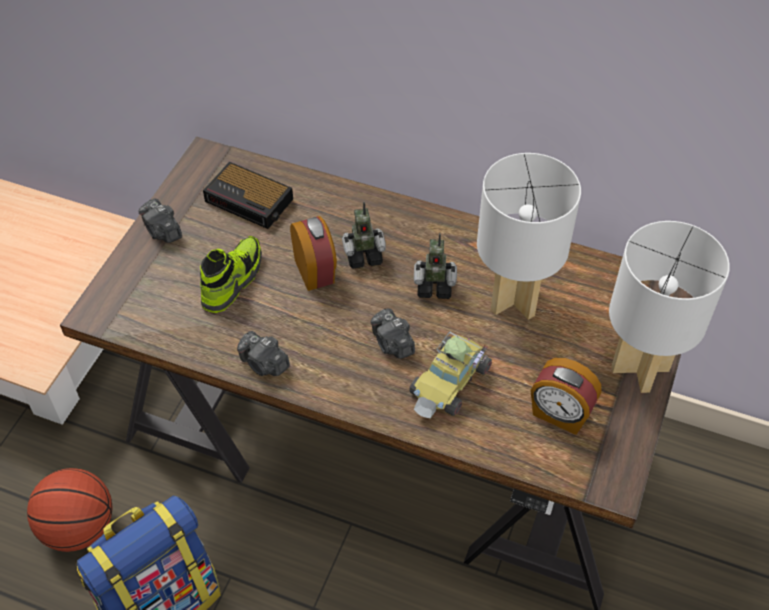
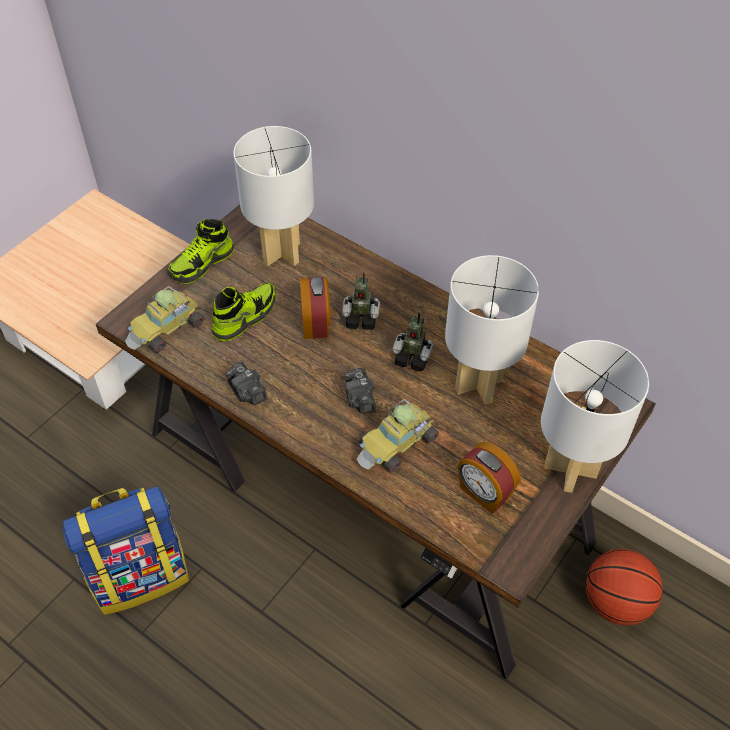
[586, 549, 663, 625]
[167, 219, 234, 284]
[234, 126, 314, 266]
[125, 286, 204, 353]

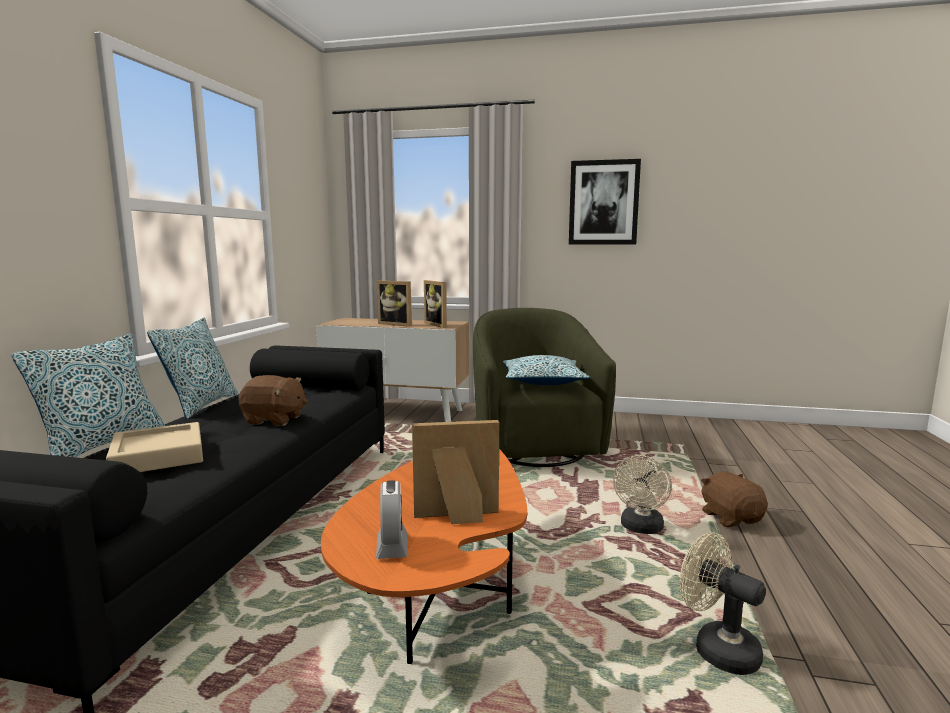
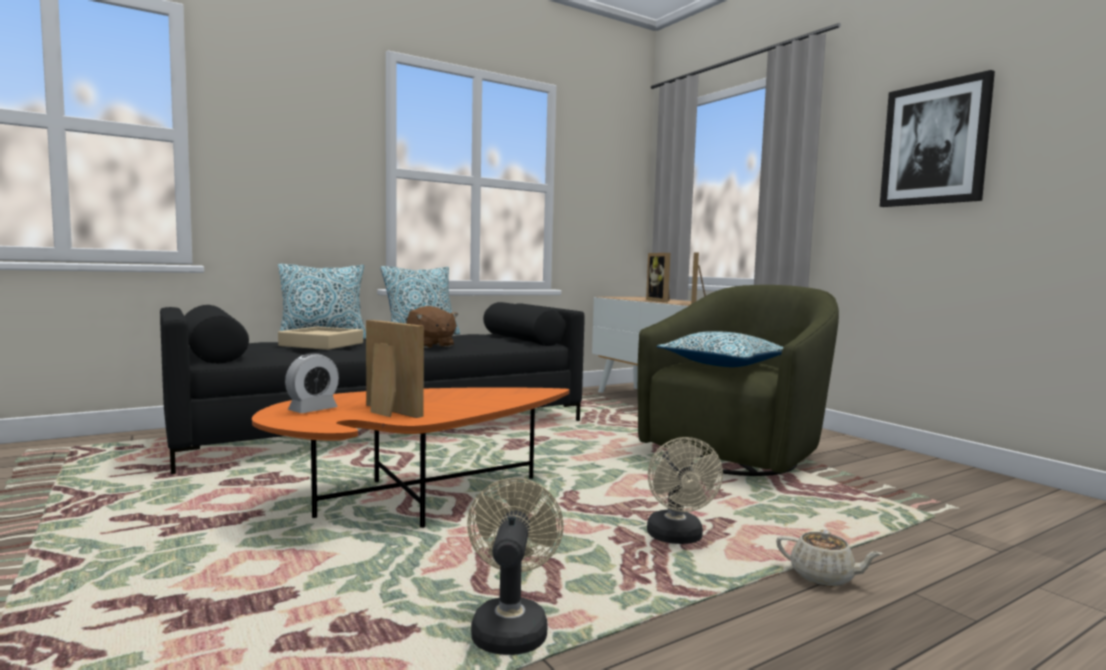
[647, 437, 723, 544]
[776, 530, 883, 587]

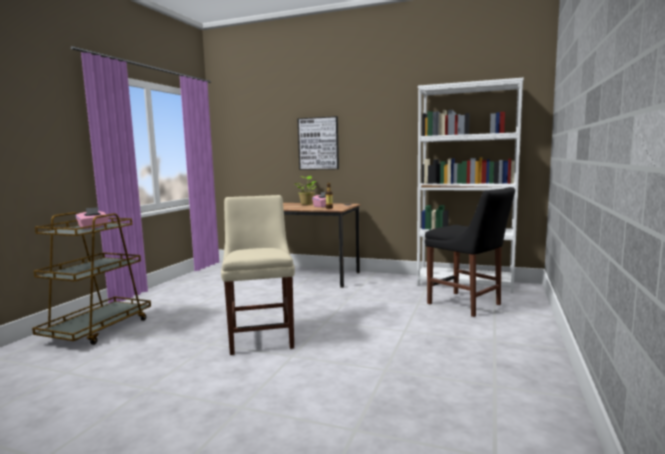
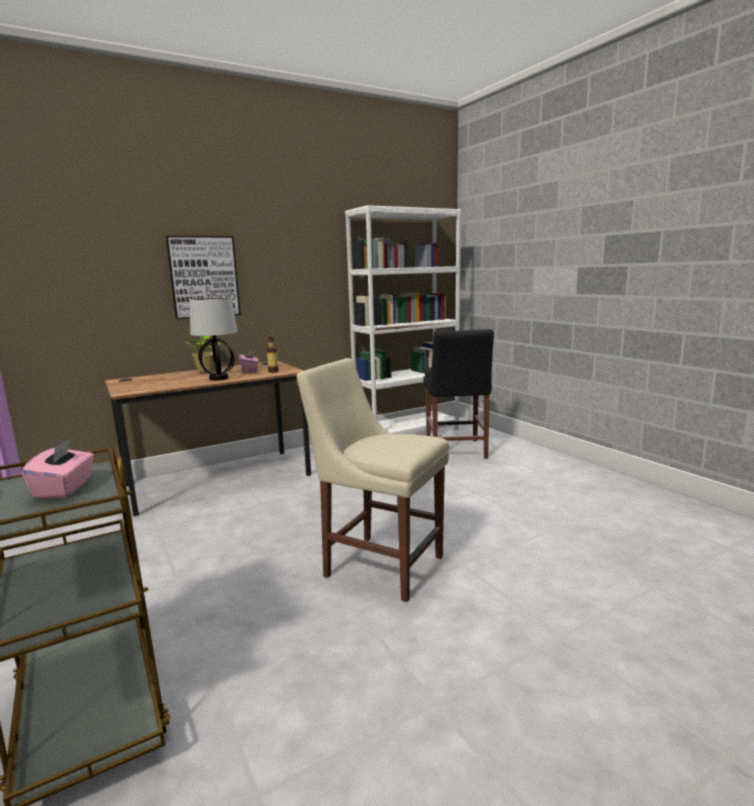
[423, 329, 494, 459]
[189, 297, 237, 380]

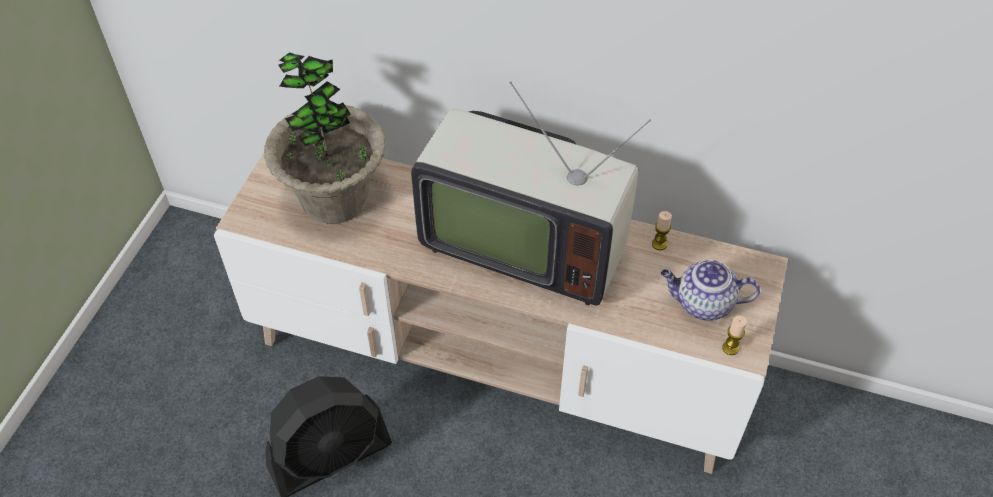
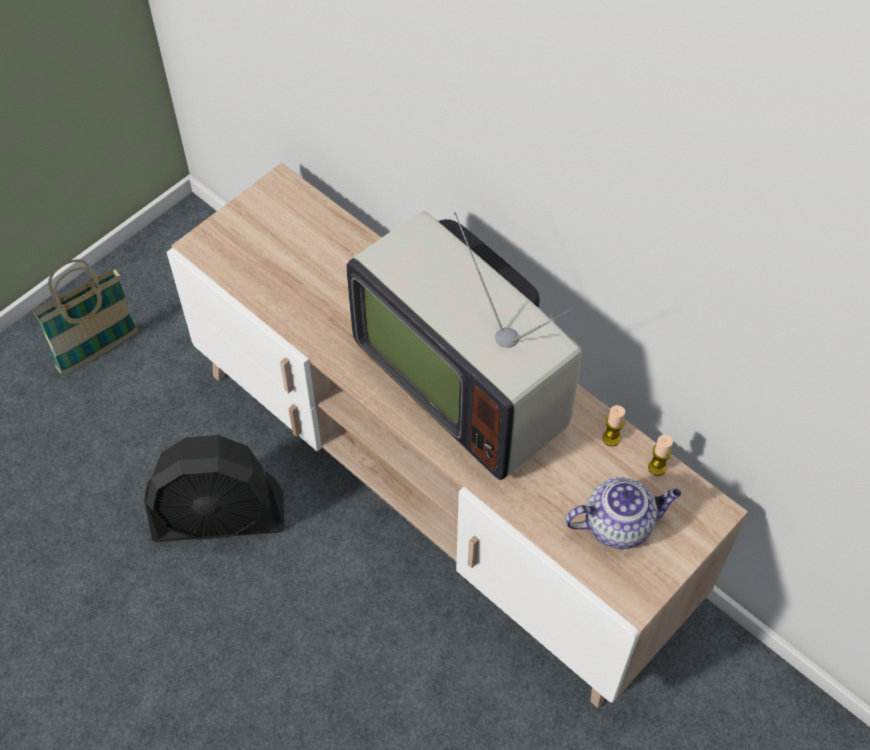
[264, 52, 386, 224] (first image)
[565, 477, 681, 549]
[648, 435, 673, 476]
[33, 259, 138, 375]

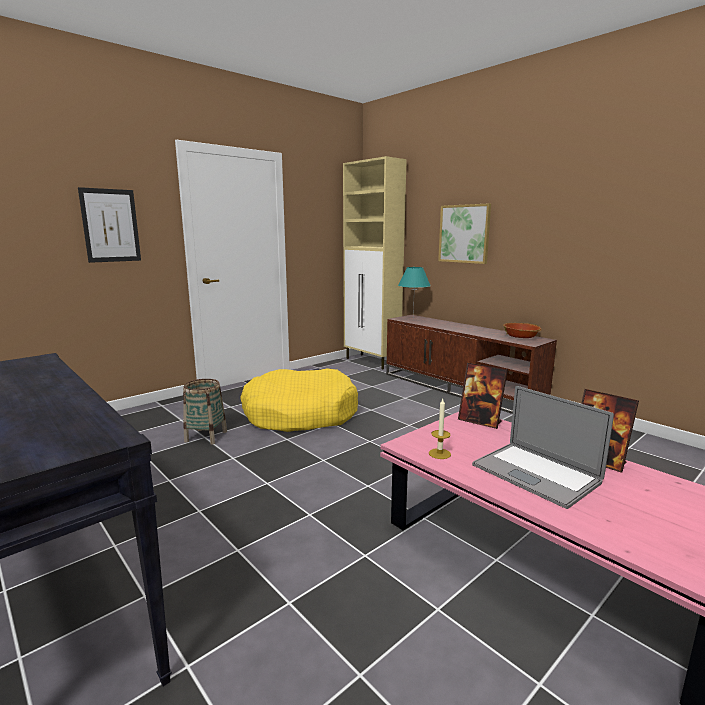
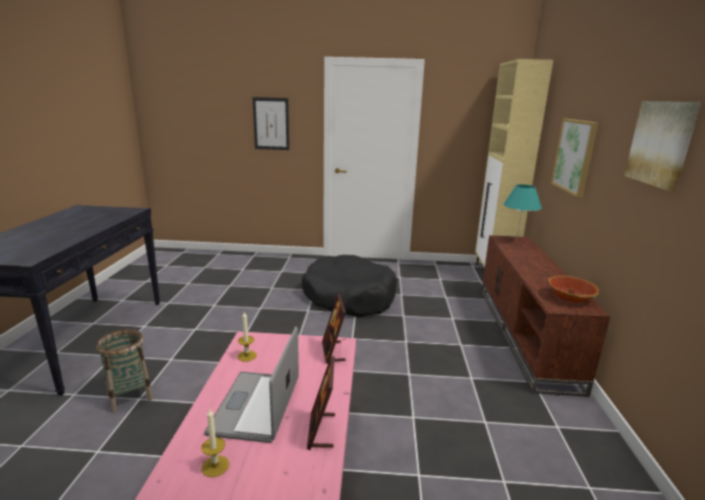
[97, 329, 153, 413]
[302, 255, 397, 317]
[201, 408, 229, 477]
[624, 101, 701, 191]

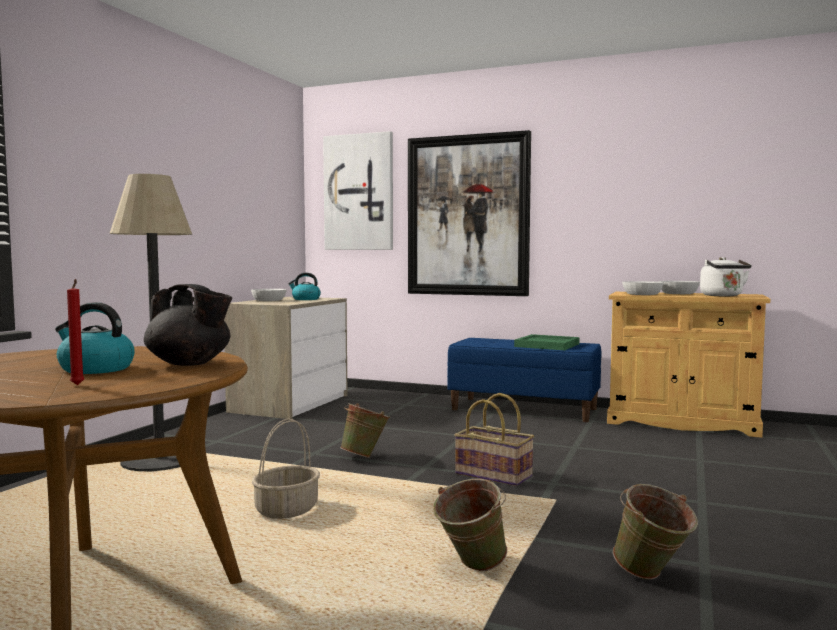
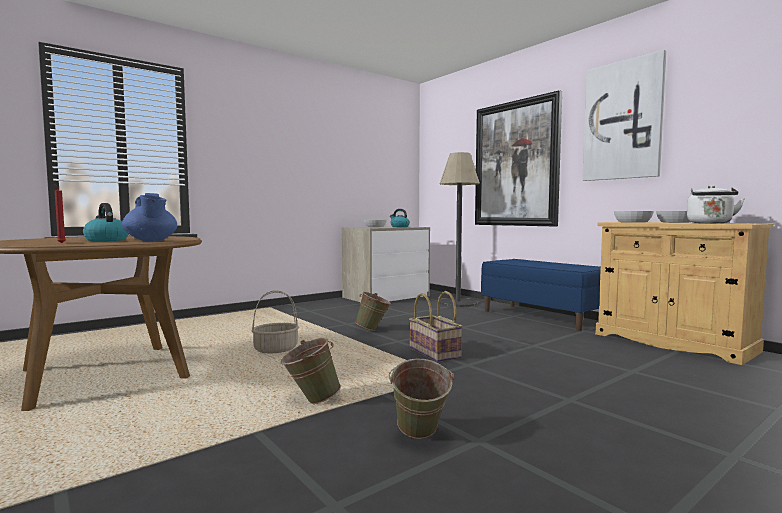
[440, 152, 480, 307]
[122, 193, 177, 241]
[582, 50, 666, 181]
[514, 334, 580, 350] (first image)

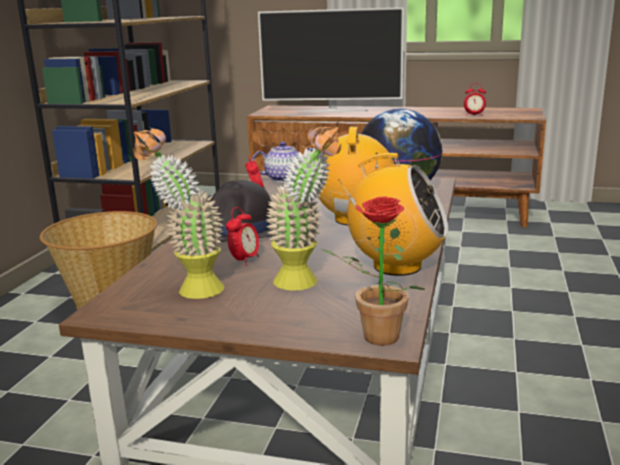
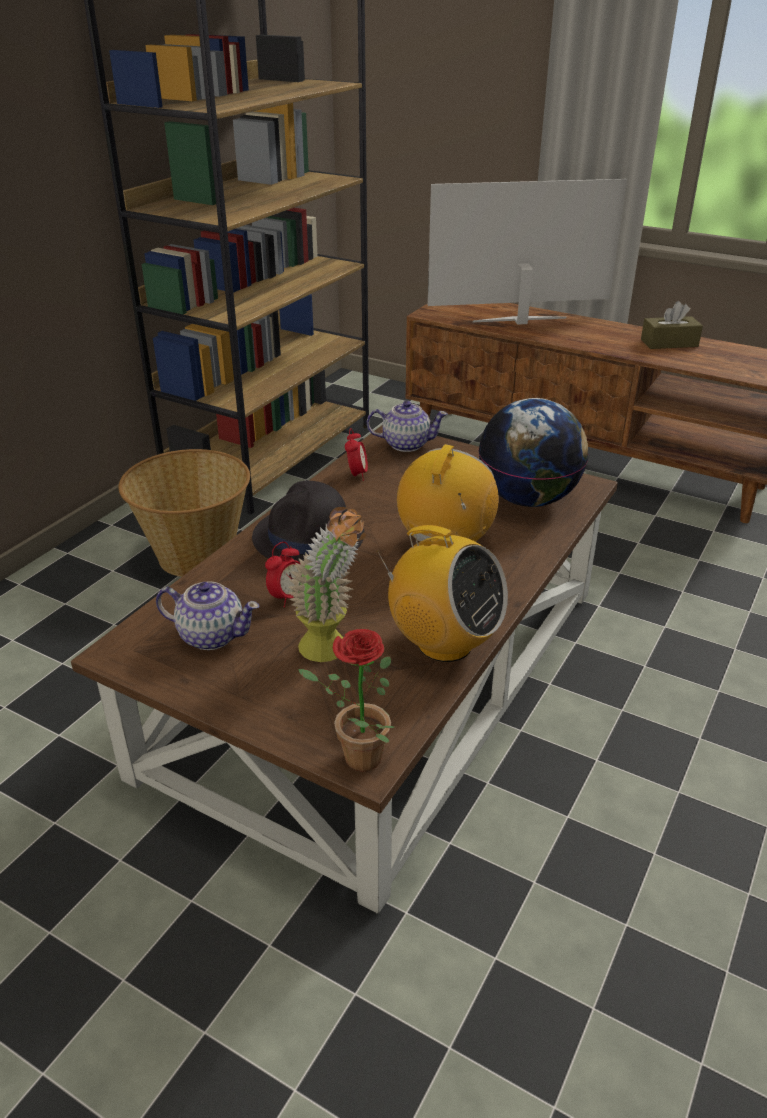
[156, 581, 260, 650]
[428, 179, 627, 325]
[464, 83, 486, 116] (first image)
[641, 301, 703, 349]

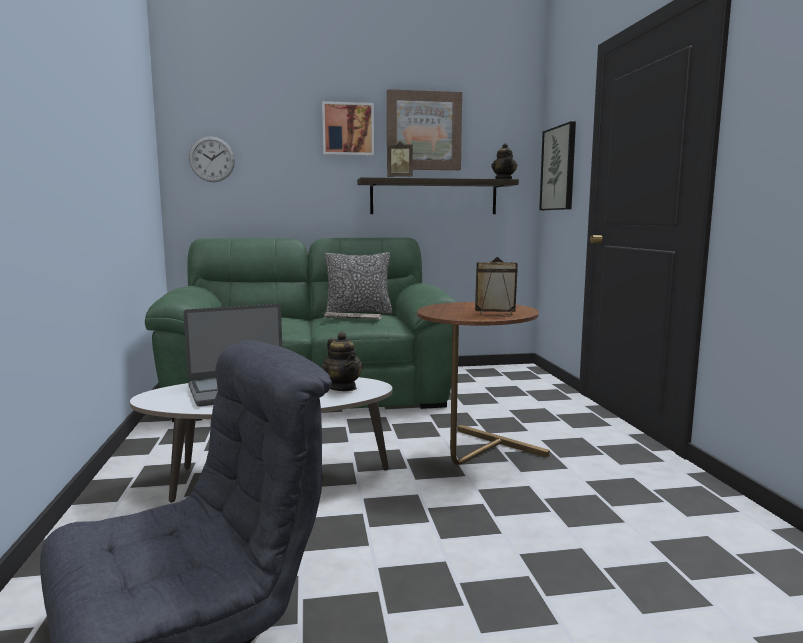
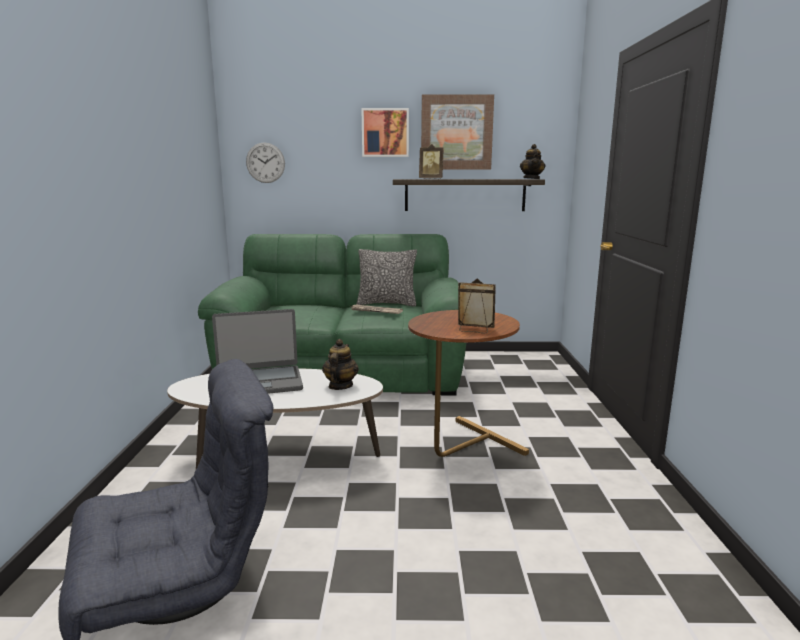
[322, 339, 359, 390]
[539, 121, 576, 210] (first image)

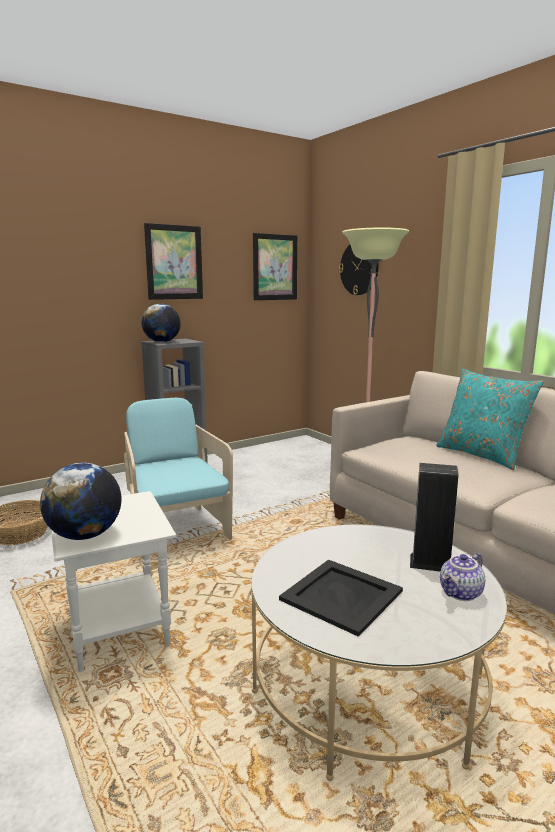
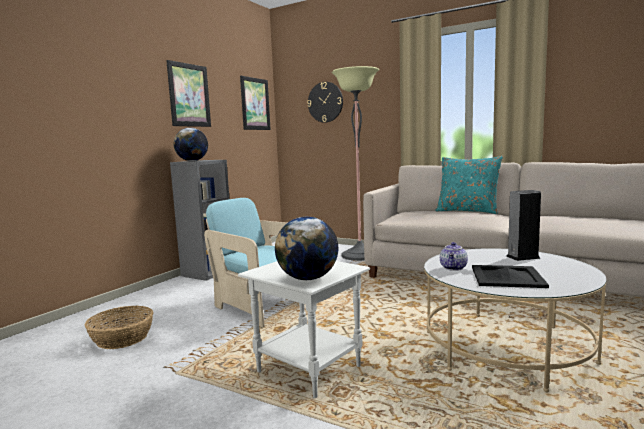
[440, 242, 468, 271]

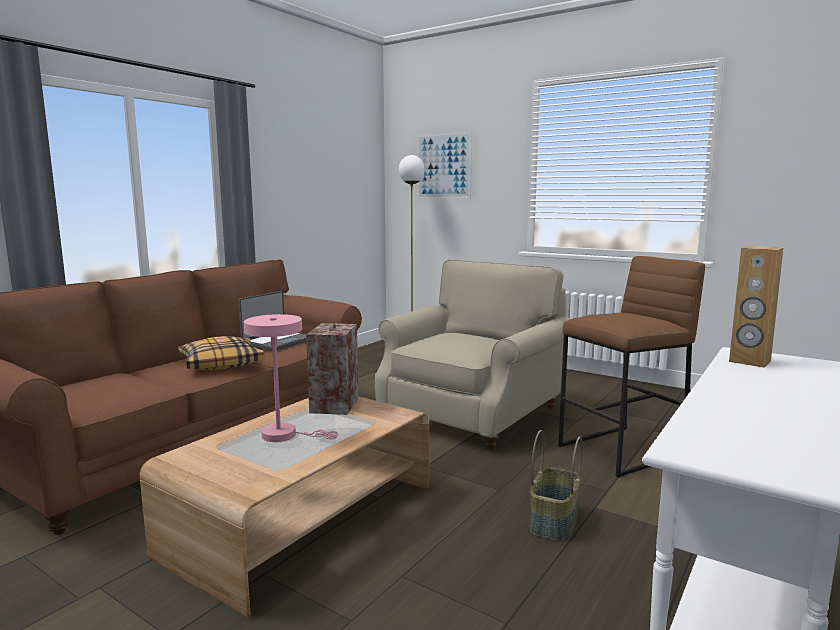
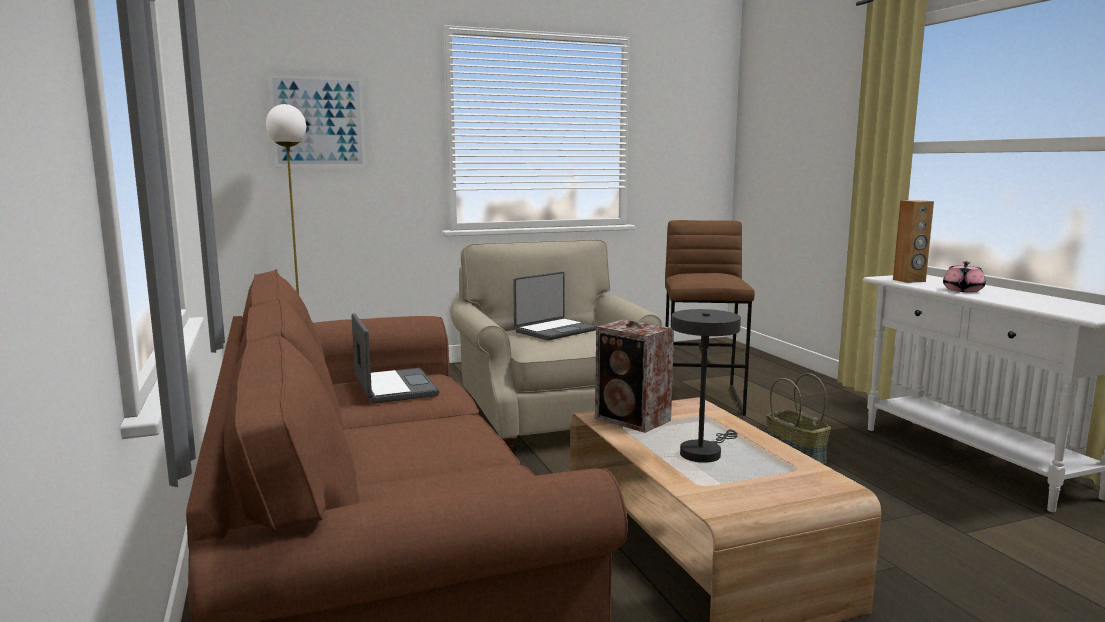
[178, 336, 265, 370] (first image)
[671, 309, 741, 463]
[513, 272, 597, 340]
[943, 261, 986, 292]

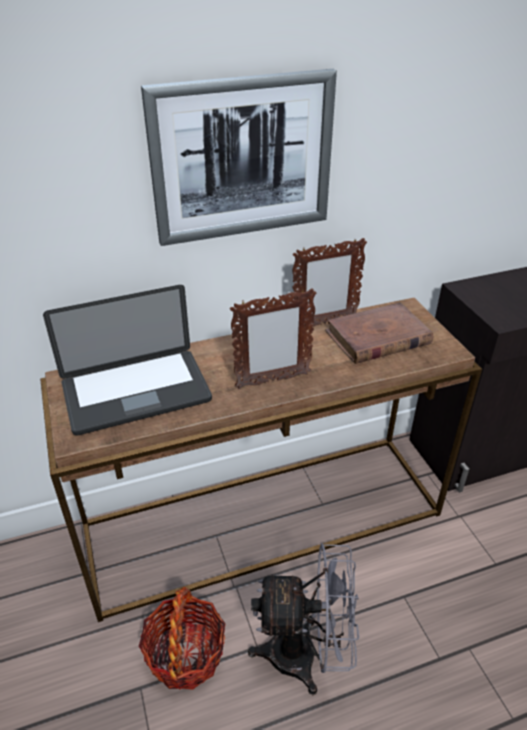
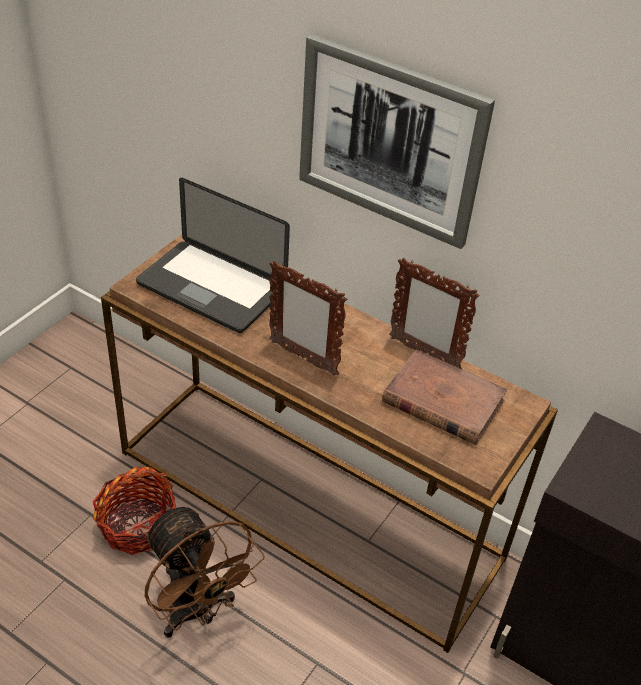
[145, 506, 265, 638]

